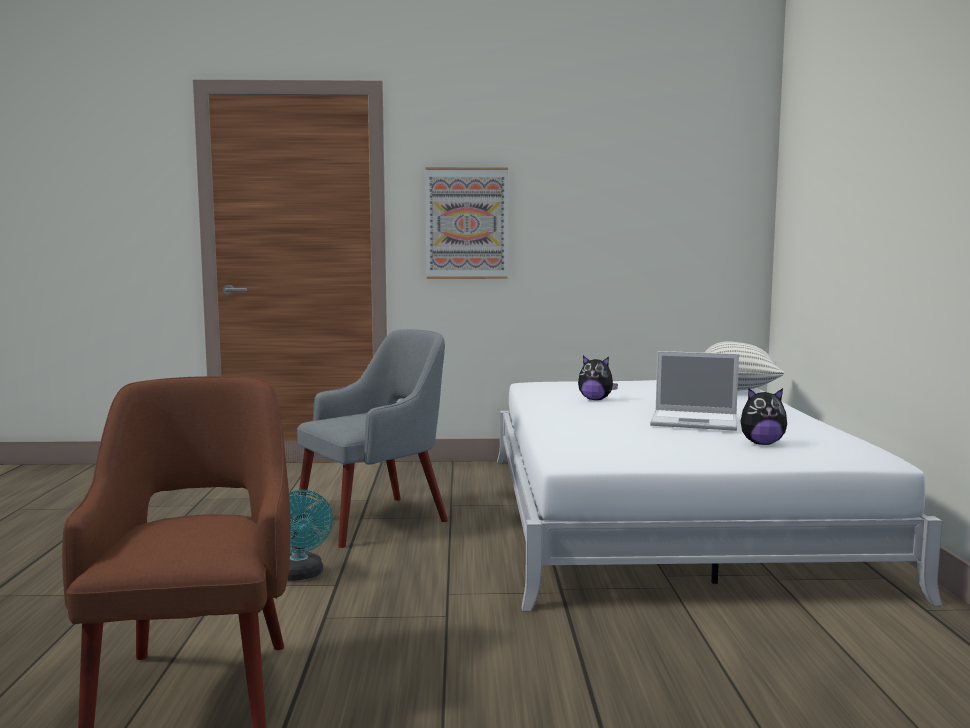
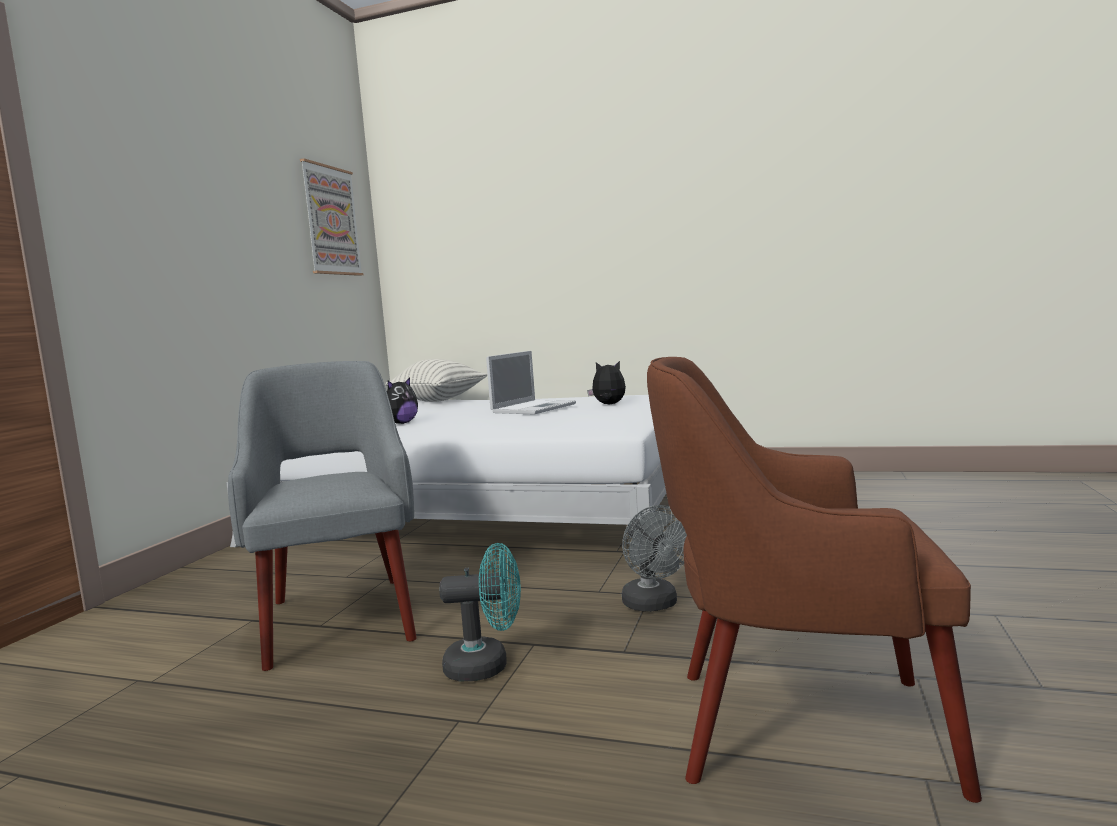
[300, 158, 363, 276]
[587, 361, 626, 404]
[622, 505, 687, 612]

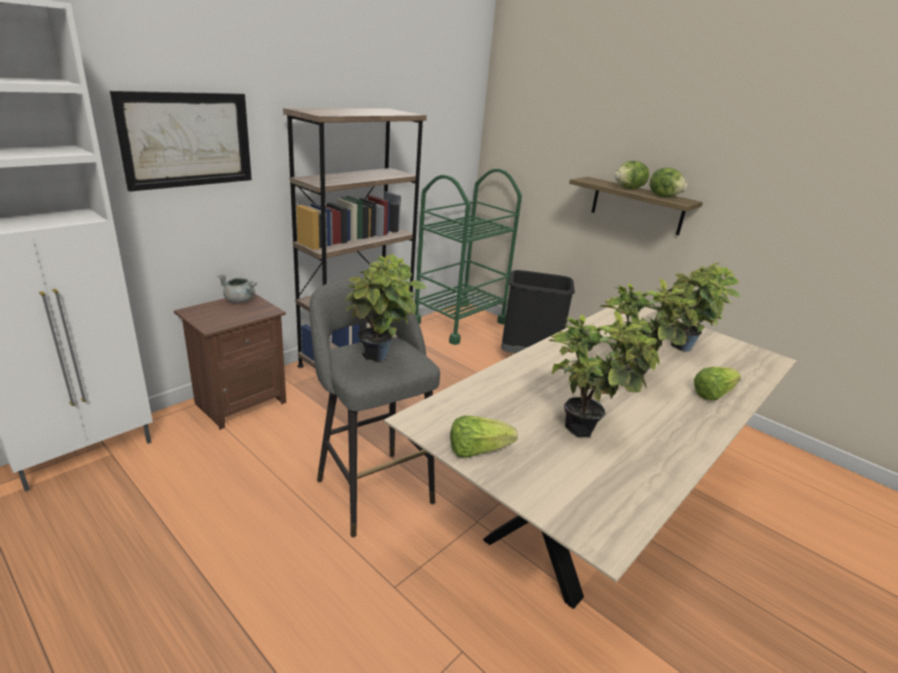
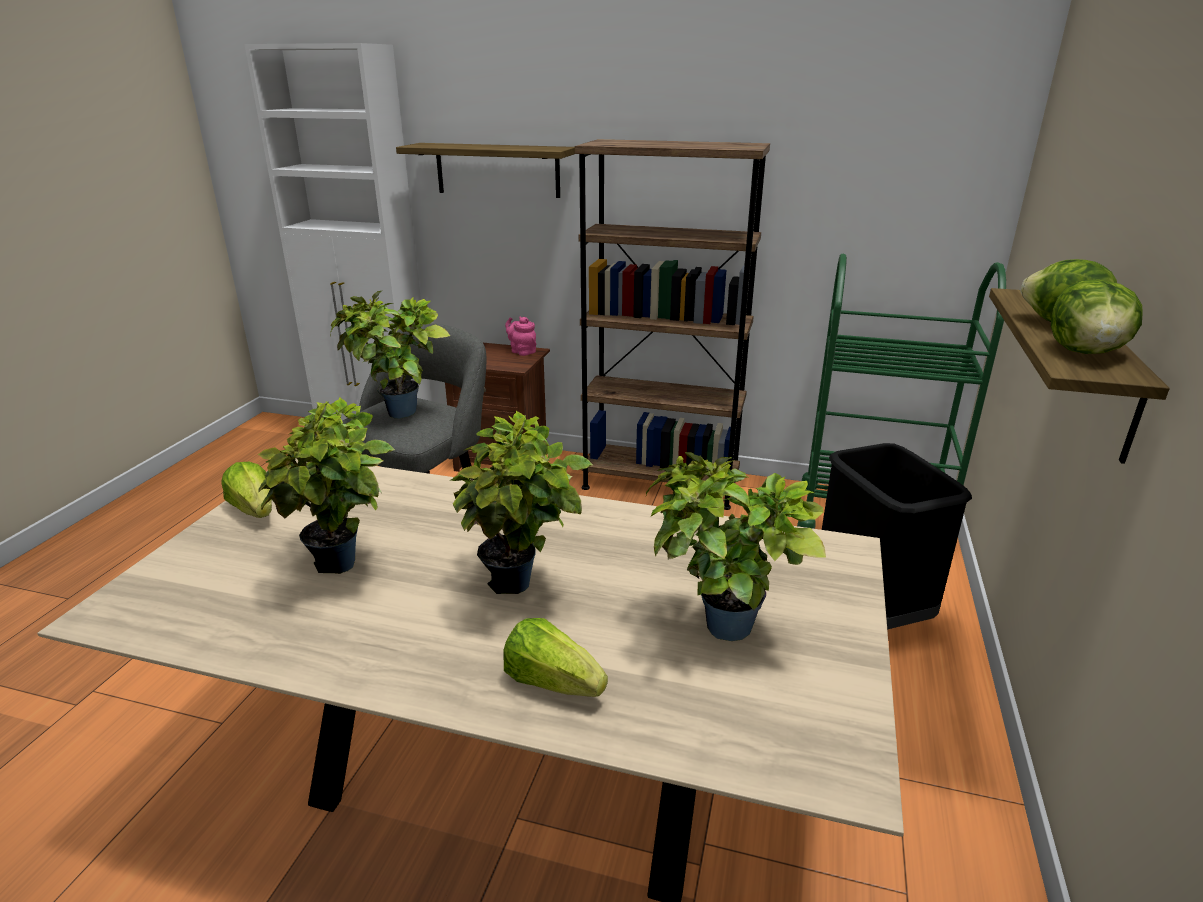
[396, 143, 575, 198]
[505, 317, 536, 356]

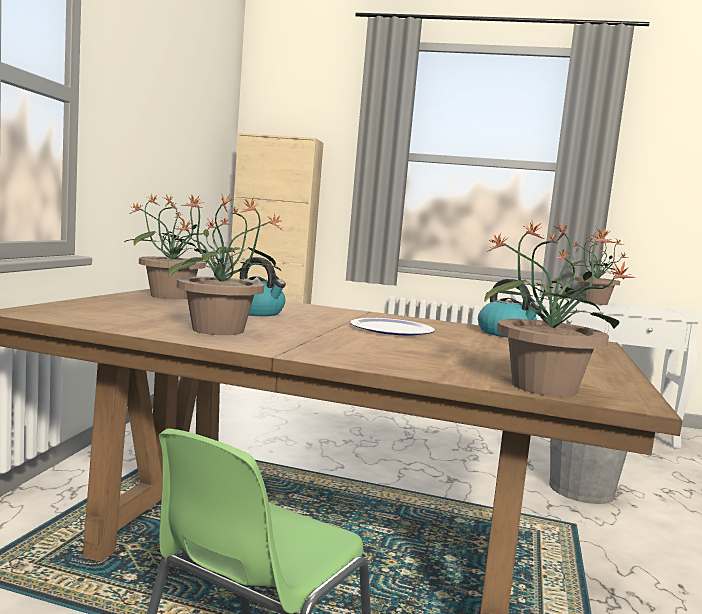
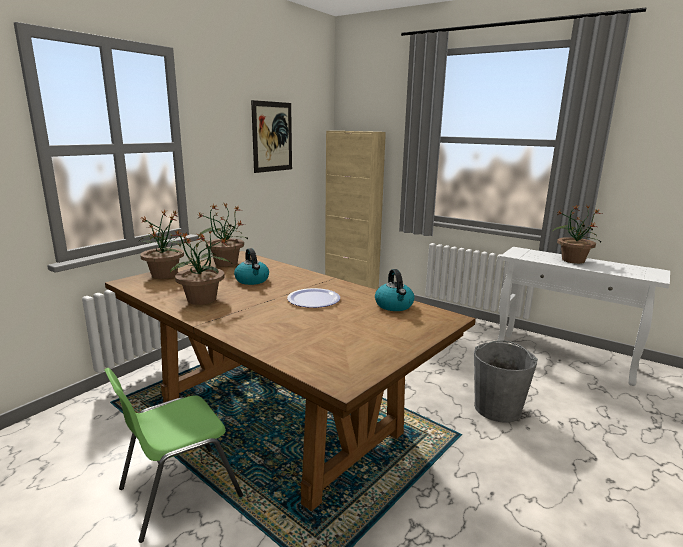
[138, 209, 188, 279]
[251, 100, 292, 173]

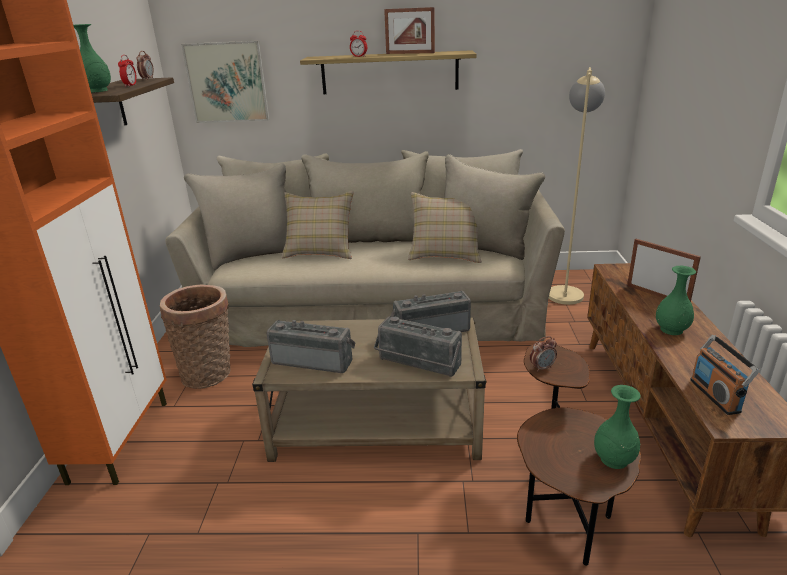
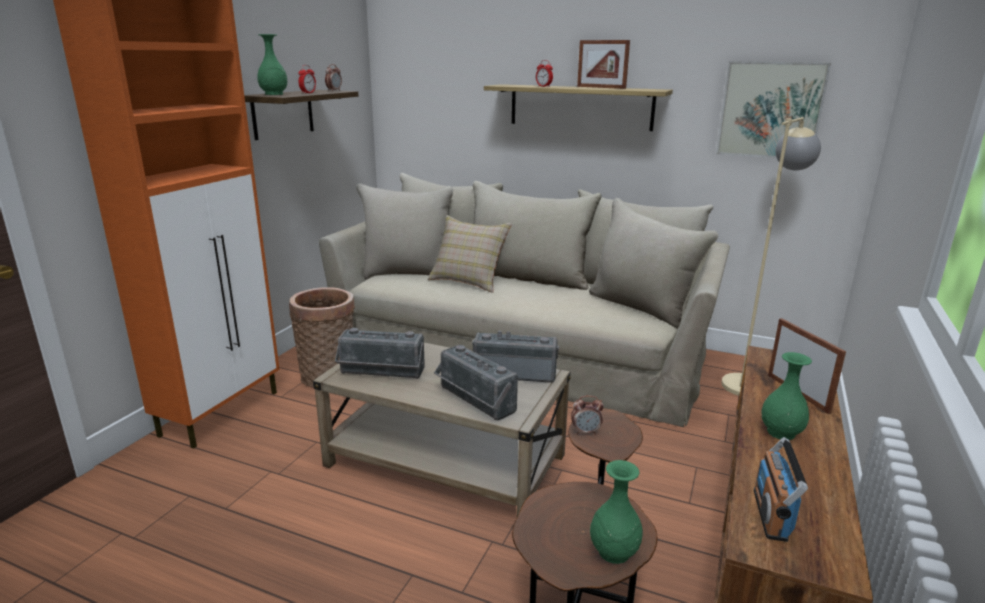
[716, 61, 831, 158]
[335, 328, 425, 379]
[408, 192, 482, 263] (first image)

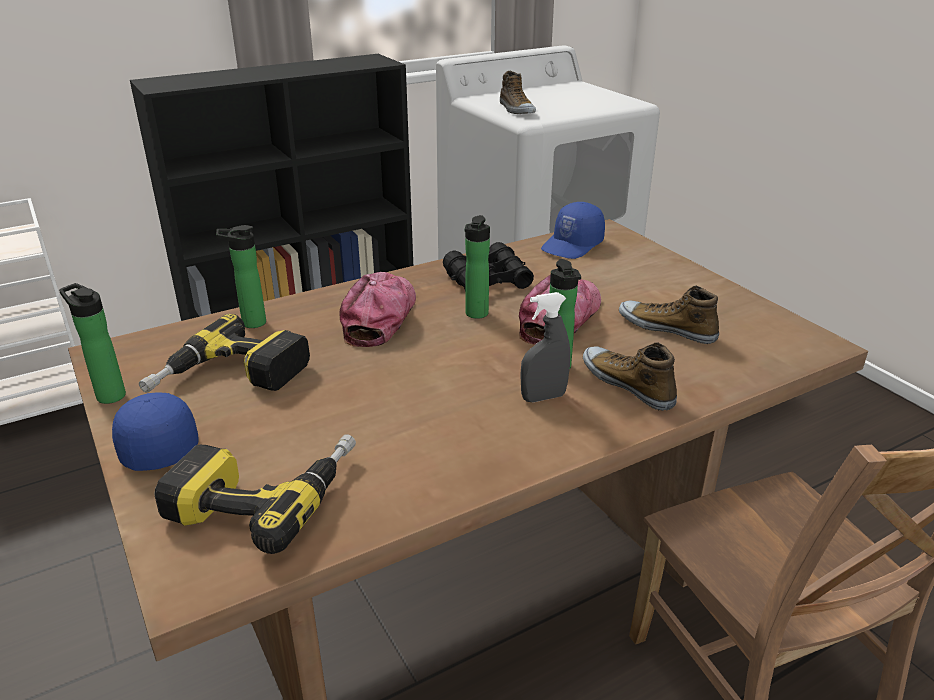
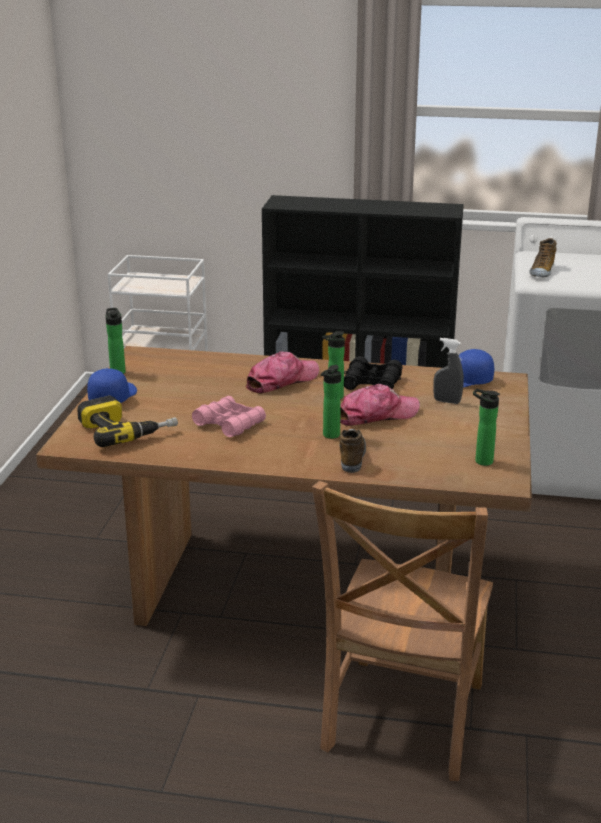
[139, 314, 310, 393] (first image)
[473, 389, 500, 466]
[433, 338, 464, 404]
[619, 286, 719, 344] (first image)
[192, 396, 266, 437]

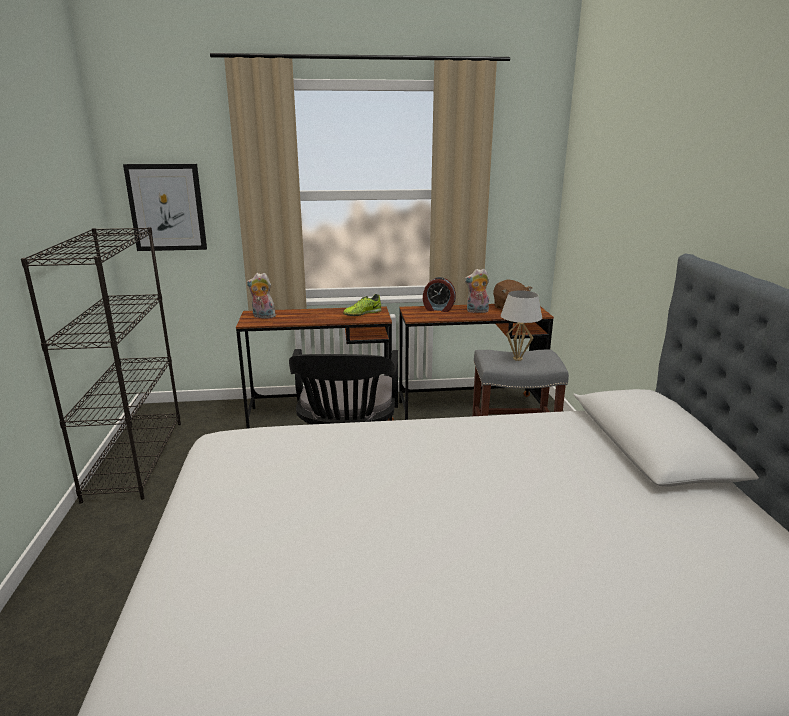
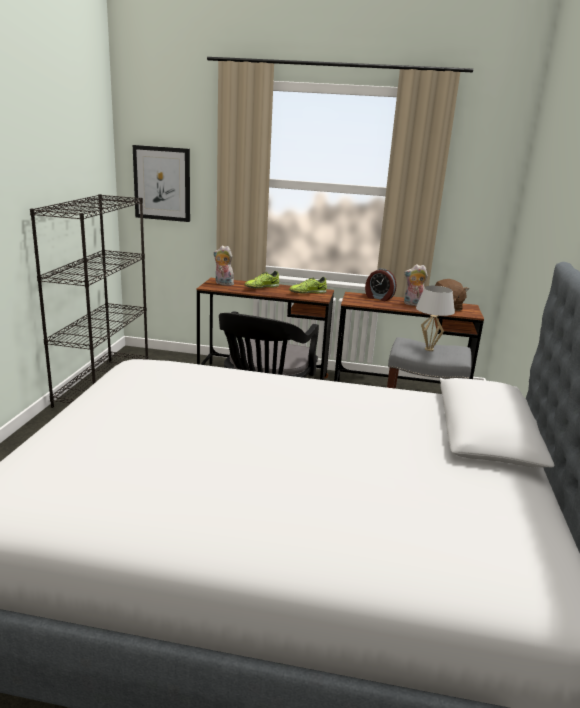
[244, 271, 279, 288]

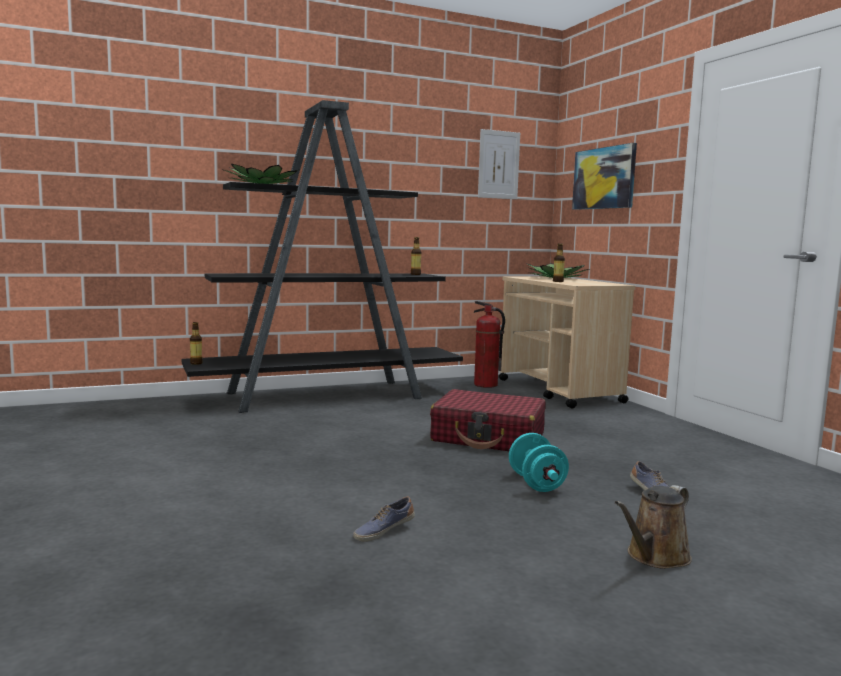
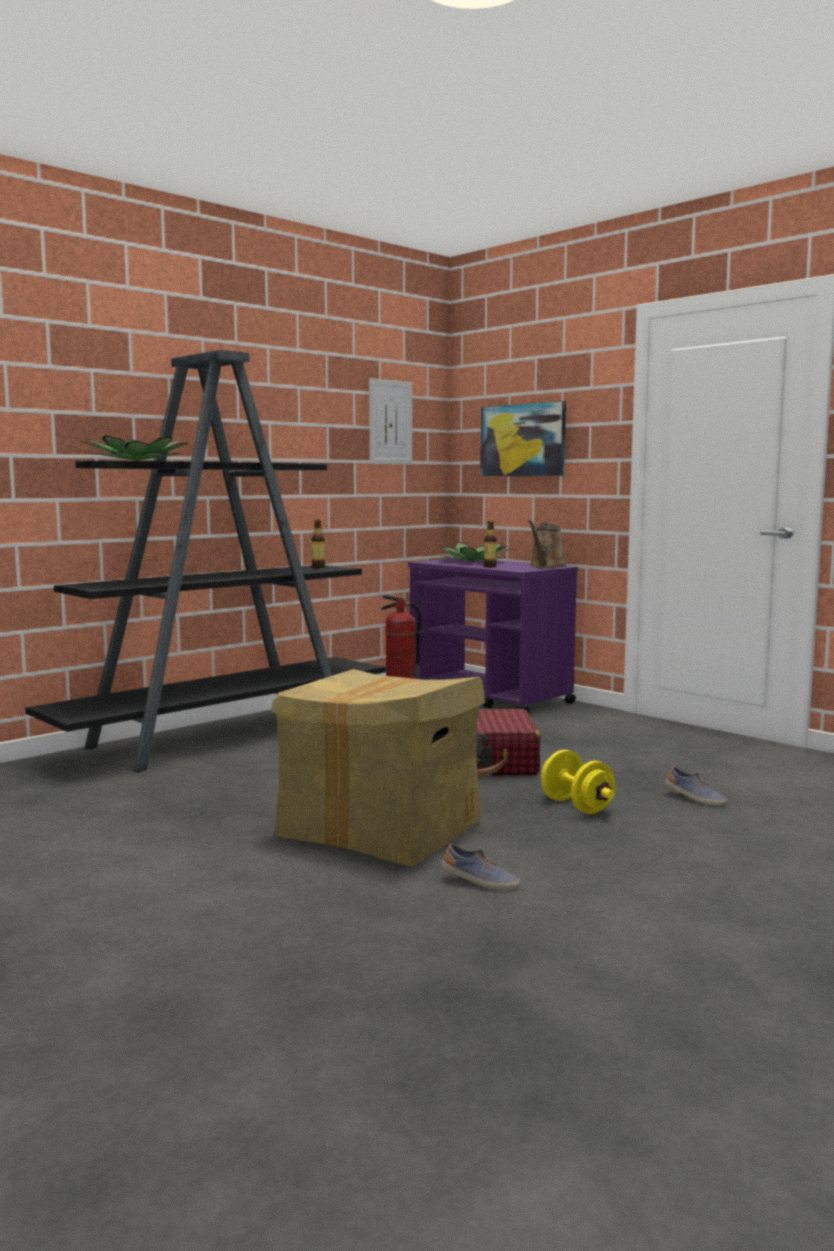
[190, 322, 203, 365] (first image)
[442, 844, 521, 891]
[408, 558, 578, 713]
[541, 750, 616, 814]
[528, 520, 567, 568]
[271, 669, 485, 867]

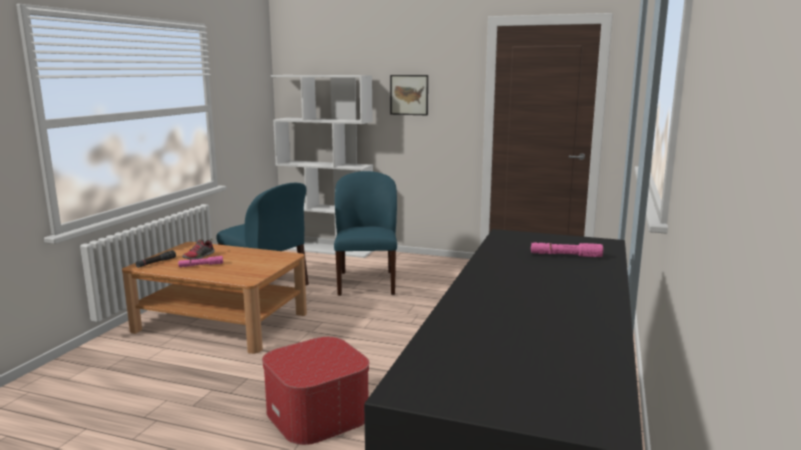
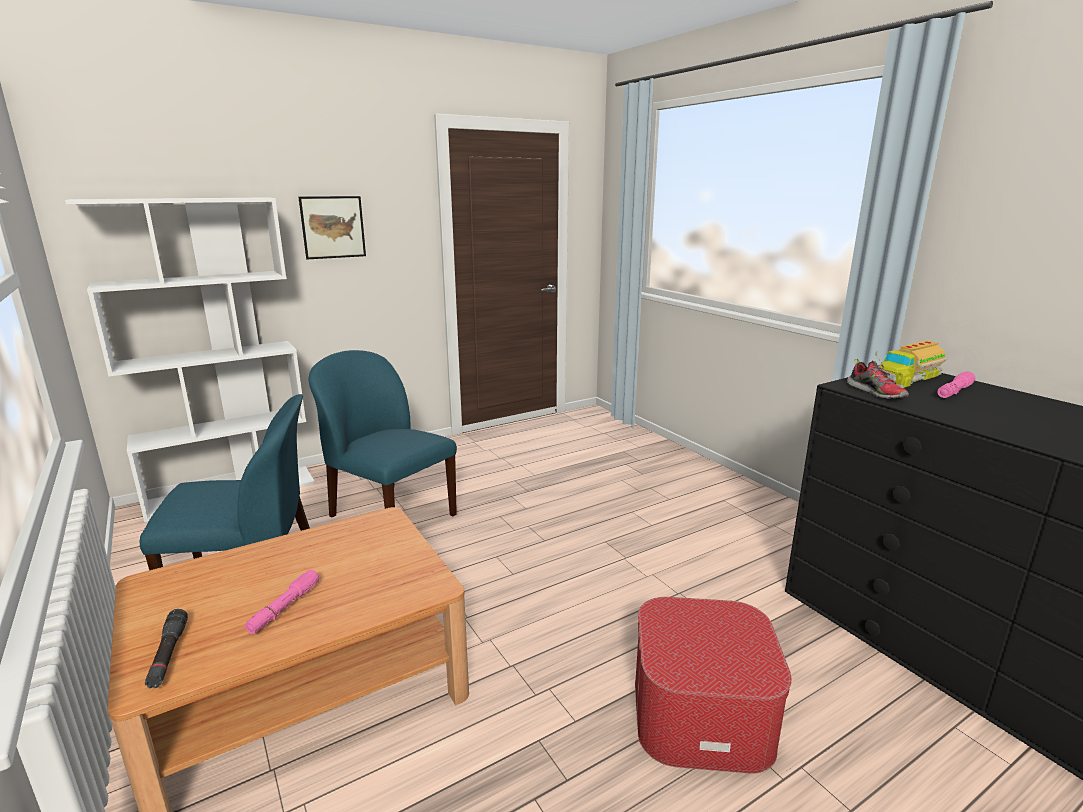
[847, 359, 909, 399]
[875, 341, 948, 388]

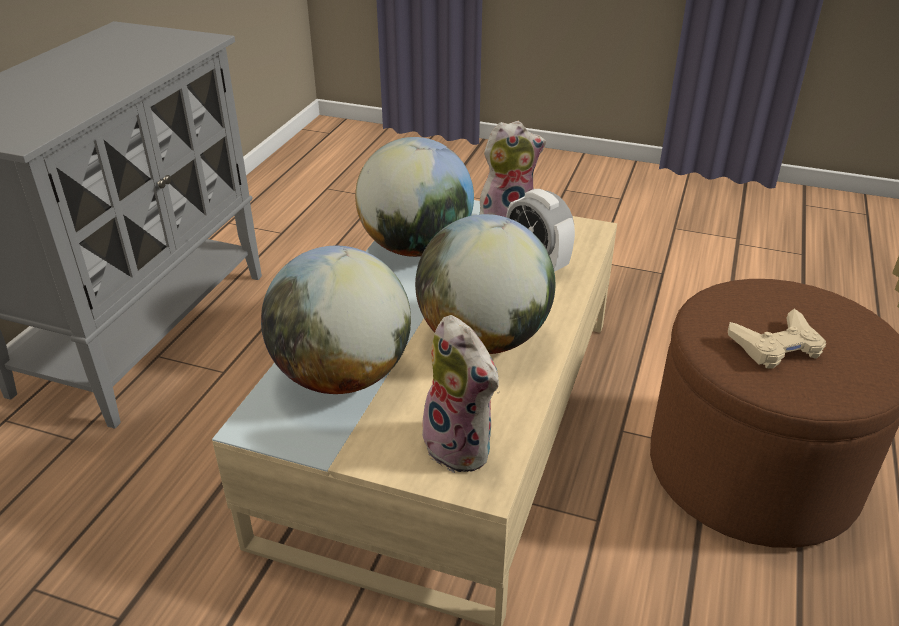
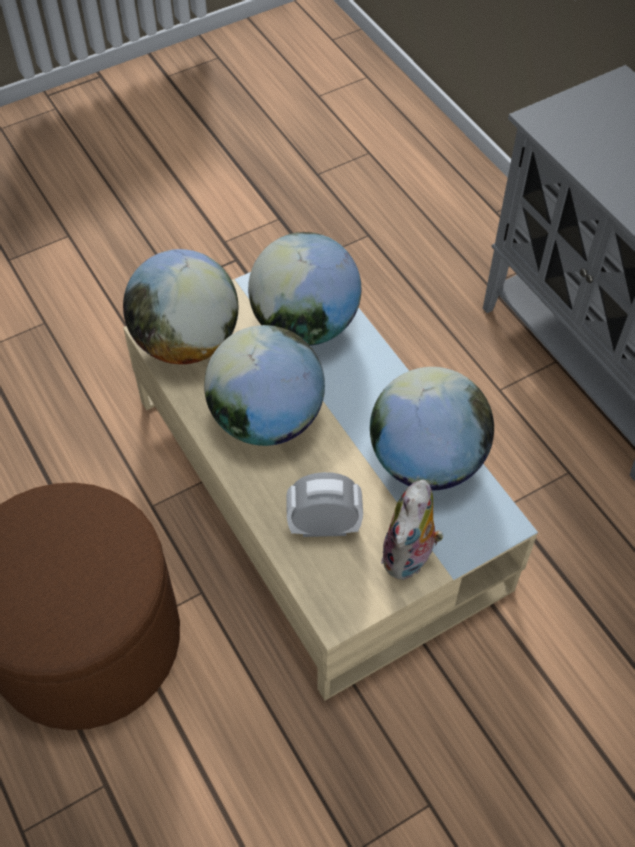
[123, 249, 238, 364]
[728, 309, 826, 369] (first image)

